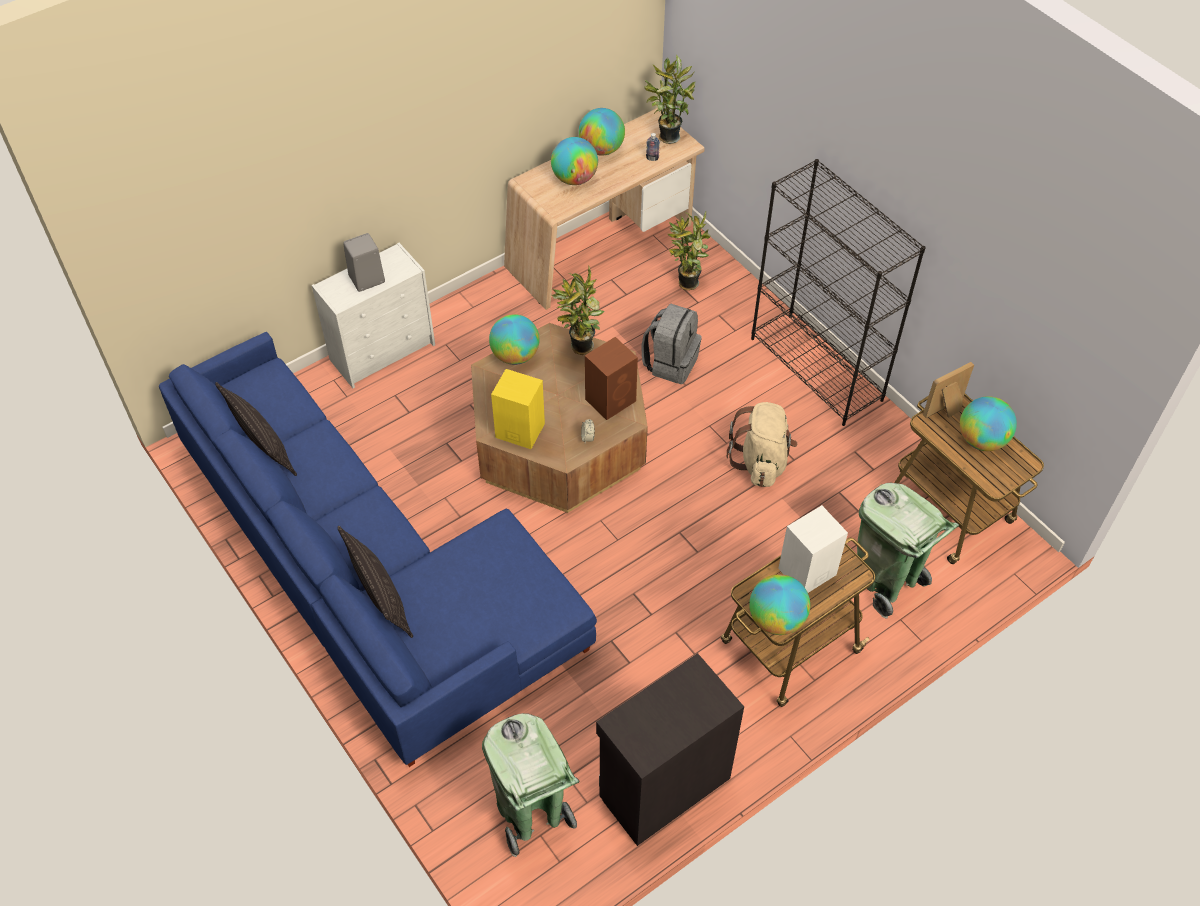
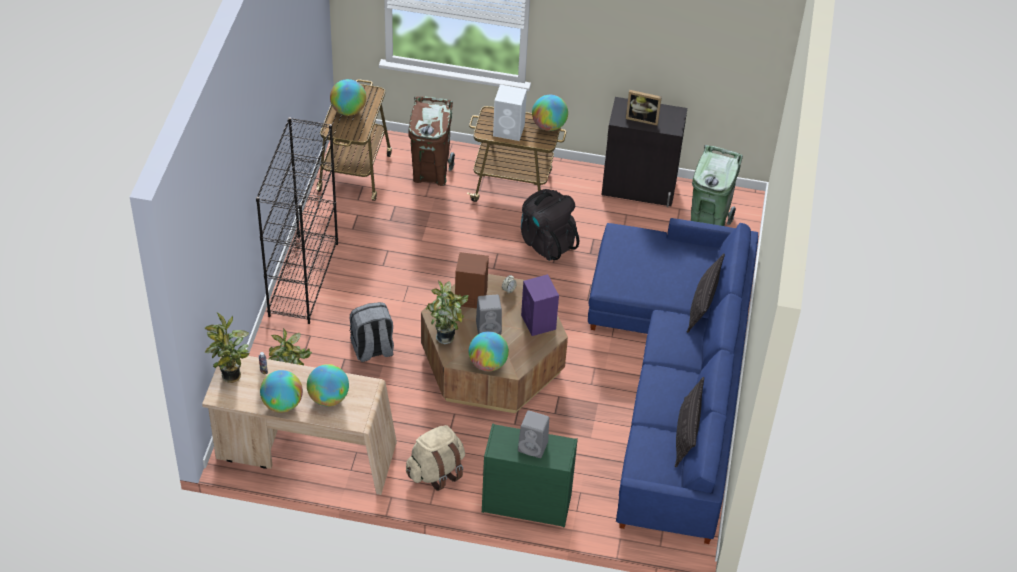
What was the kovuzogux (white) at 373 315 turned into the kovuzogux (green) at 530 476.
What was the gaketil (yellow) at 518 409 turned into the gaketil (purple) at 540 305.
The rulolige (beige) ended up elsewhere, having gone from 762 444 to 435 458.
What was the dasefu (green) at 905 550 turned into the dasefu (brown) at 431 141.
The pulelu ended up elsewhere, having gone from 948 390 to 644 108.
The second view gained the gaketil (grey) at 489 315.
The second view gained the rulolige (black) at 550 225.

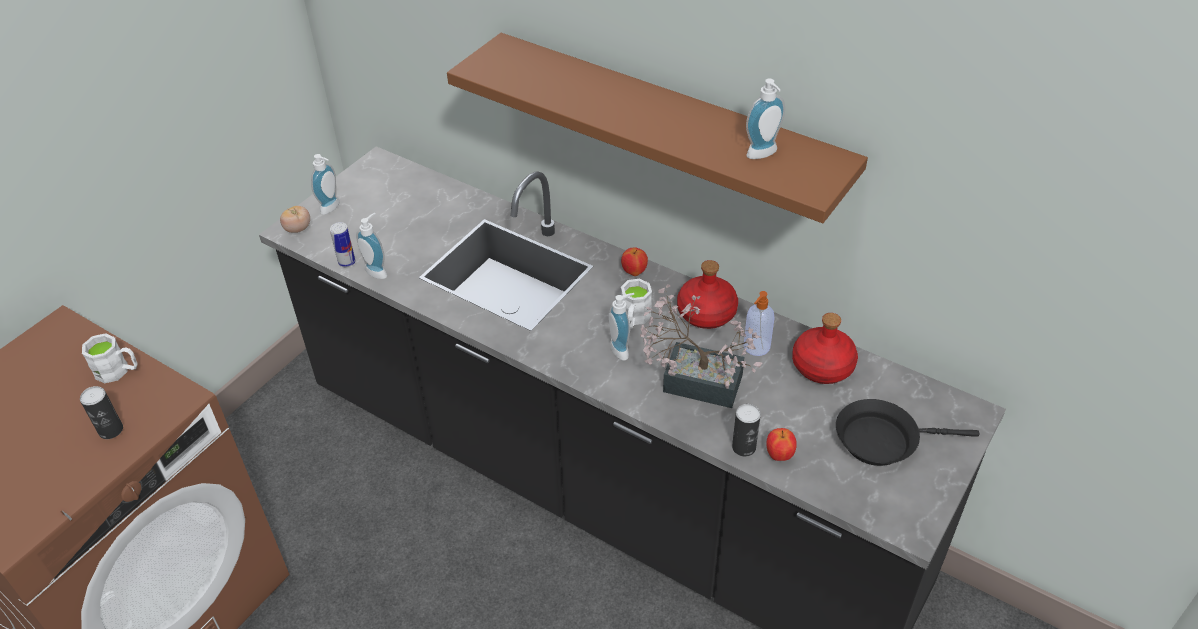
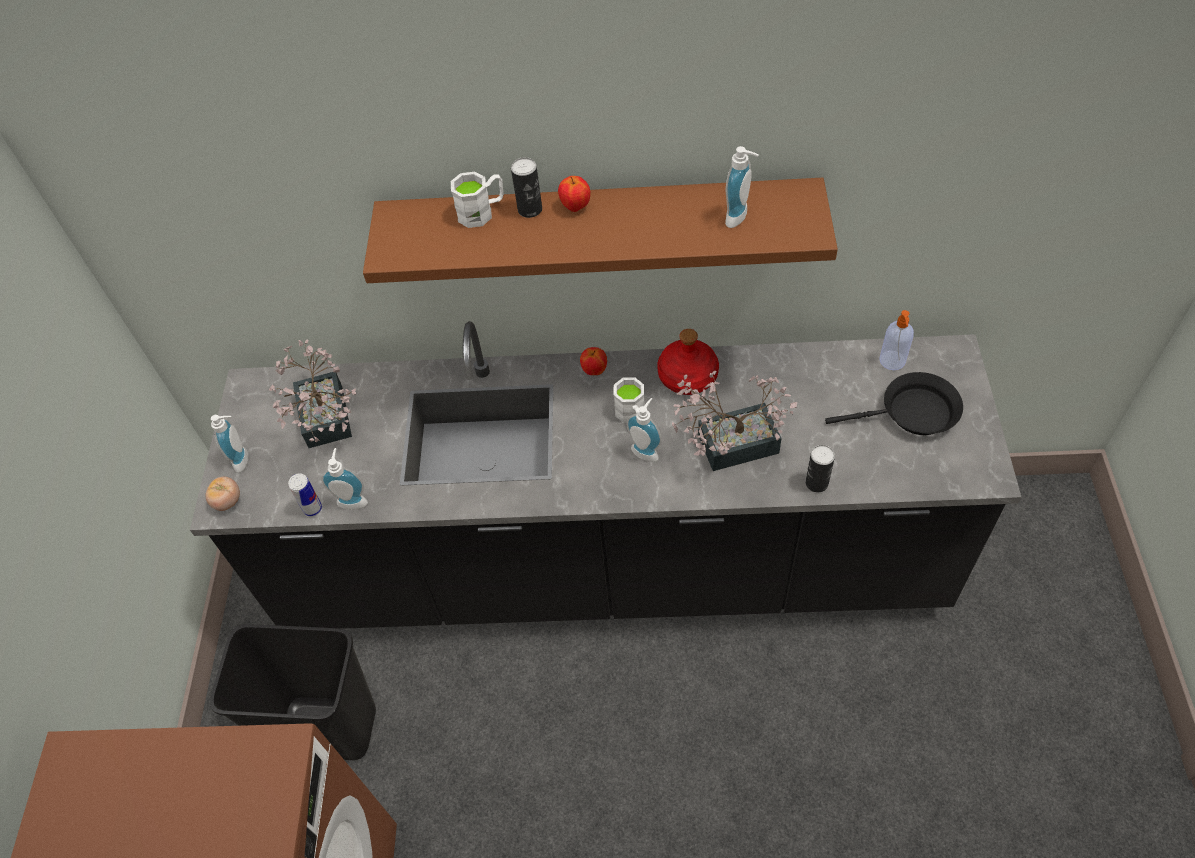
The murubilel ended up elsewhere, having gone from 101 412 to 526 187.
The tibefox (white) ended up elsewhere, having gone from 110 358 to 477 200.
The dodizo ended up elsewhere, having gone from 759 323 to 896 340.
The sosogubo ended up elsewhere, having gone from 782 444 to 574 194.
The second view lost the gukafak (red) at 825 348.
The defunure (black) at 907 432 ended up facing another way, 150 degrees counterclockwise from before.
The second view gained the dasefu (black) at 293 692.
The second view gained the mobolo at 312 393.

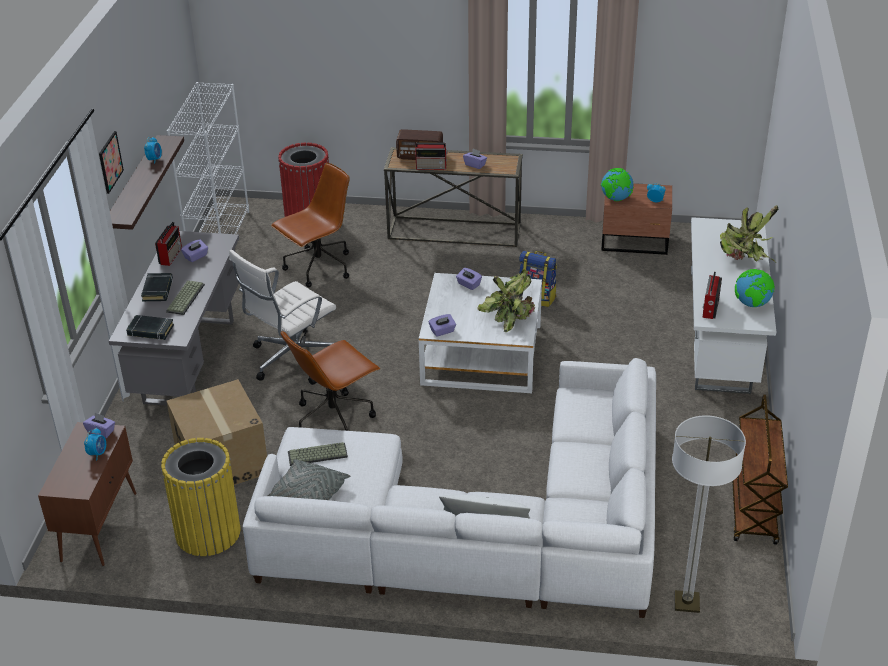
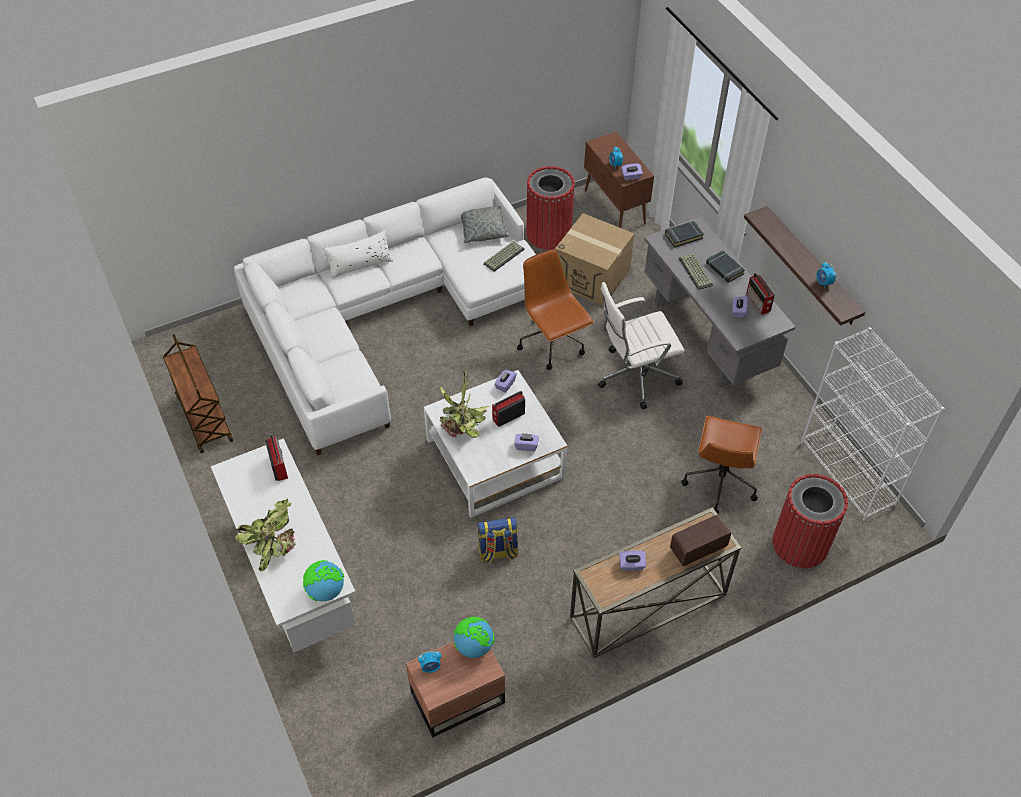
The second view lost the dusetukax at 111 162.
What was the dasefu (yellow) at 200 497 turned into the dasefu (red) at 550 208.
The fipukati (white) at 282 317 ended up facing another way, 120 degrees counterclockwise from before.
The fipukati (brown) at 330 380 ended up facing another way, 45 degrees counterclockwise from before.
The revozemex ended up elsewhere, having gone from 431 156 to 508 409.
The second view lost the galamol at 709 514.
The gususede ended up elsewhere, having gone from 755 288 to 323 580.

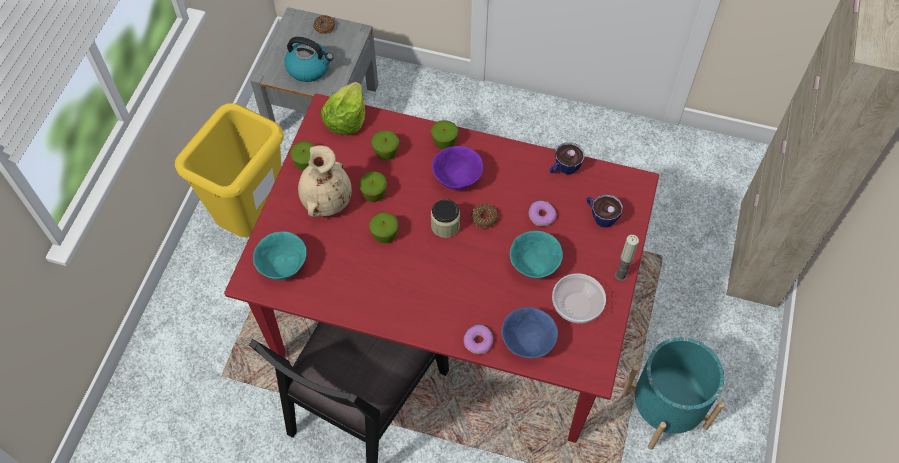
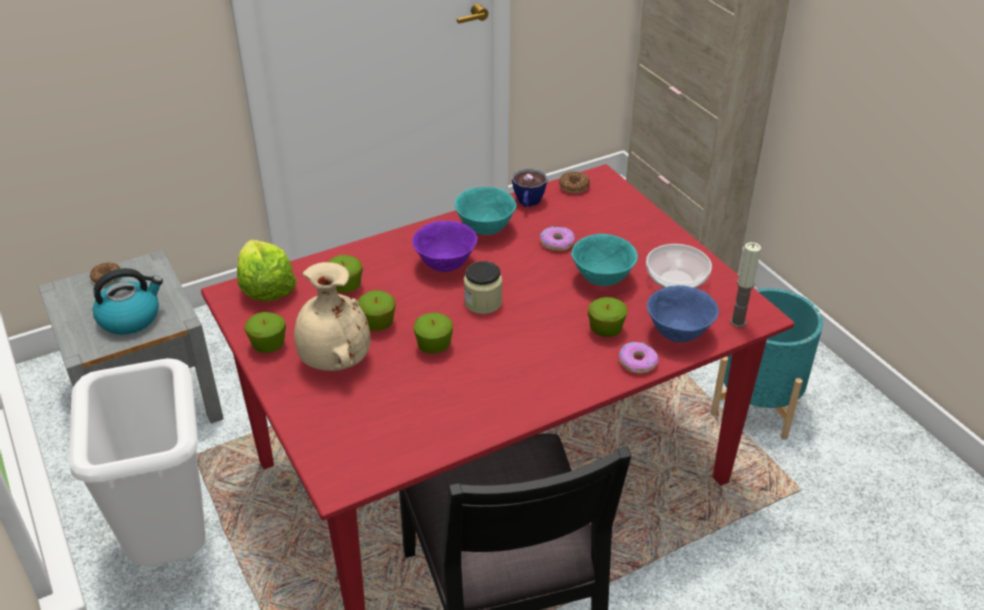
What was the dasefu (yellow) at 229 170 turned into the dasefu (white) at 137 462.
The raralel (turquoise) ended up elsewhere, having gone from 280 255 to 485 211.
The sosogubo ended up elsewhere, having gone from 445 134 to 608 317.
The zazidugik ended up elsewhere, having gone from 485 216 to 574 182.
The second view lost the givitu at 605 211.
The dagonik ended up elsewhere, having gone from 627 258 to 745 285.

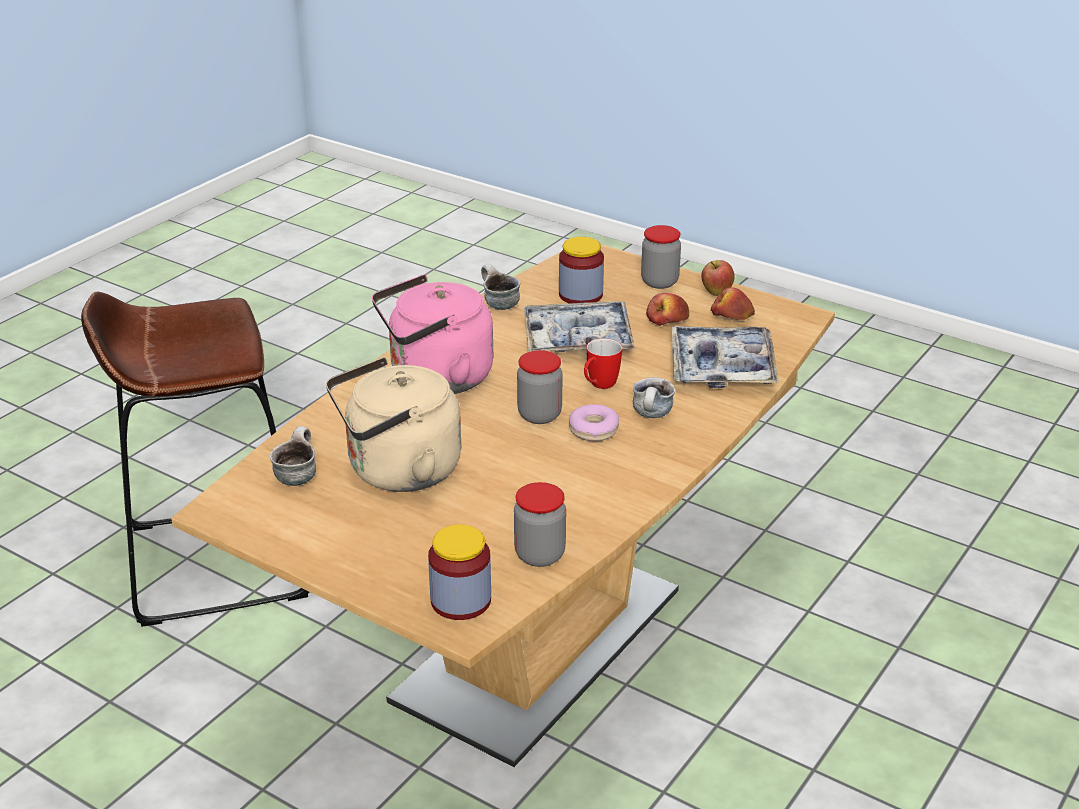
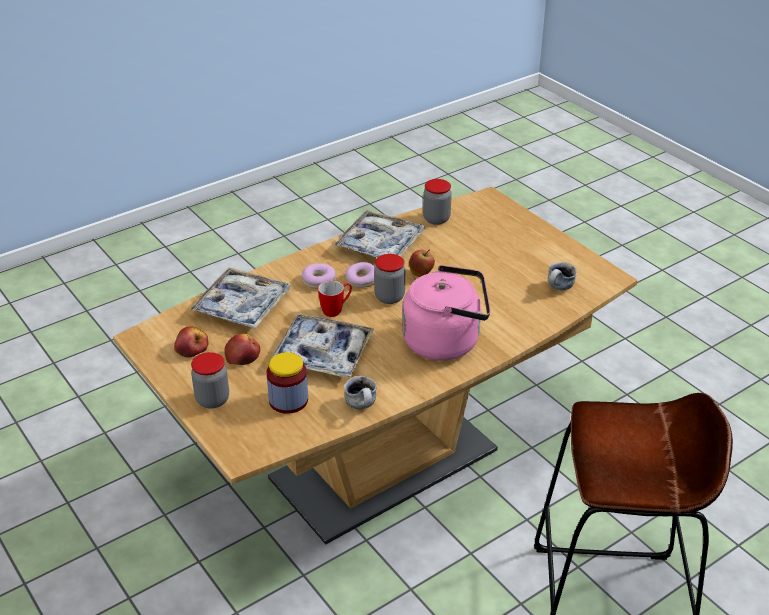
The second view lost the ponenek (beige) at 393 424.
The second view lost the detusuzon at 459 572.
Where the tibefox stood at 654 397, the zazidugik came to stand at 318 276.
The sosogubo ended up elsewhere, having gone from 718 278 to 422 263.
The second view gained the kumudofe at 379 233.

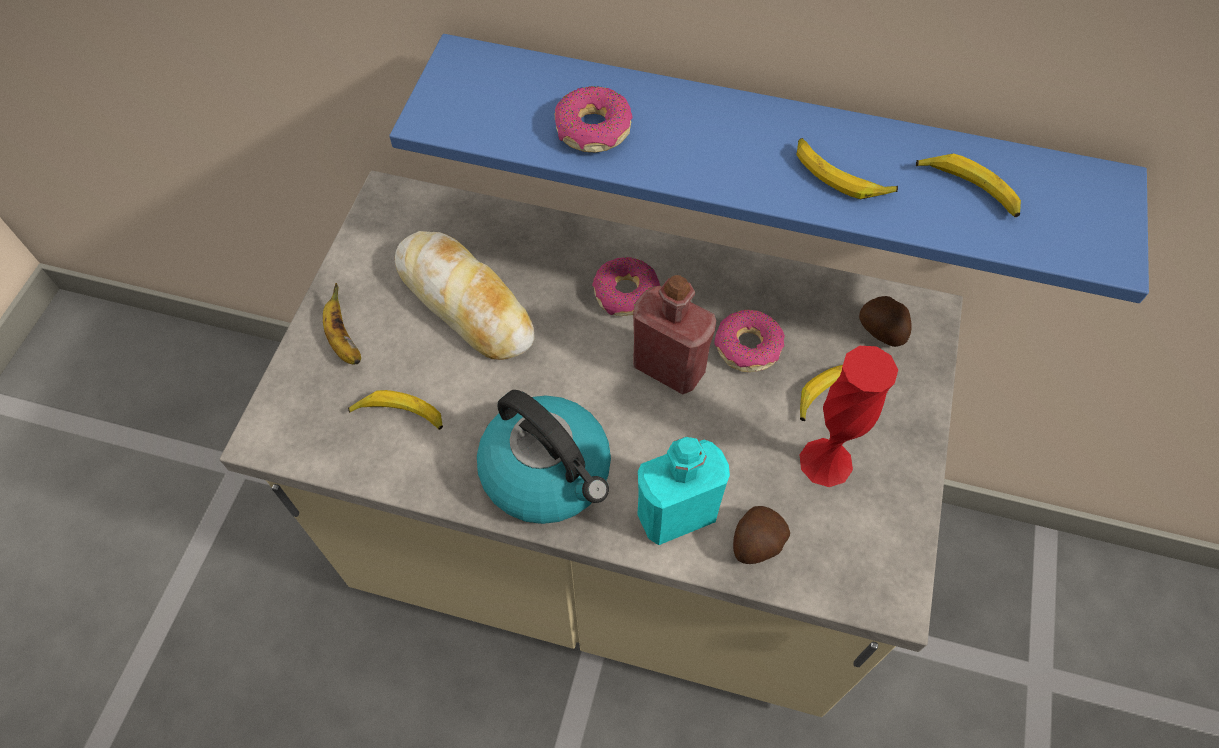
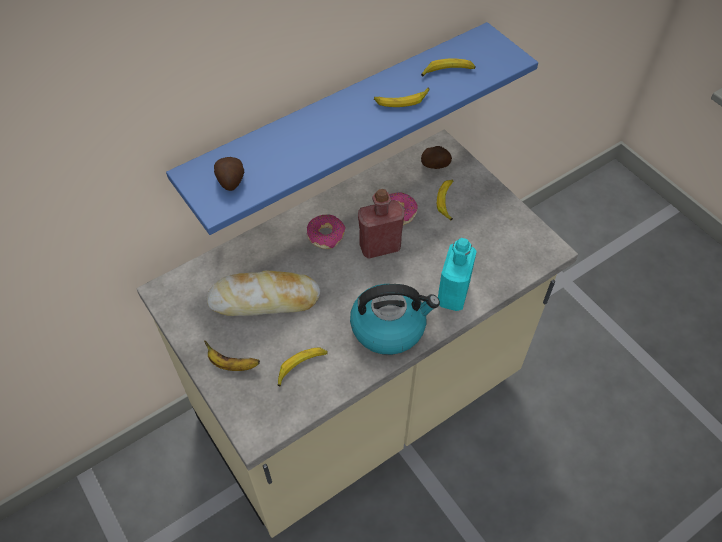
The second view lost the zazidugik at 593 119.
The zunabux ended up elsewhere, having gone from 761 535 to 229 174.
The second view lost the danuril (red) at 848 416.

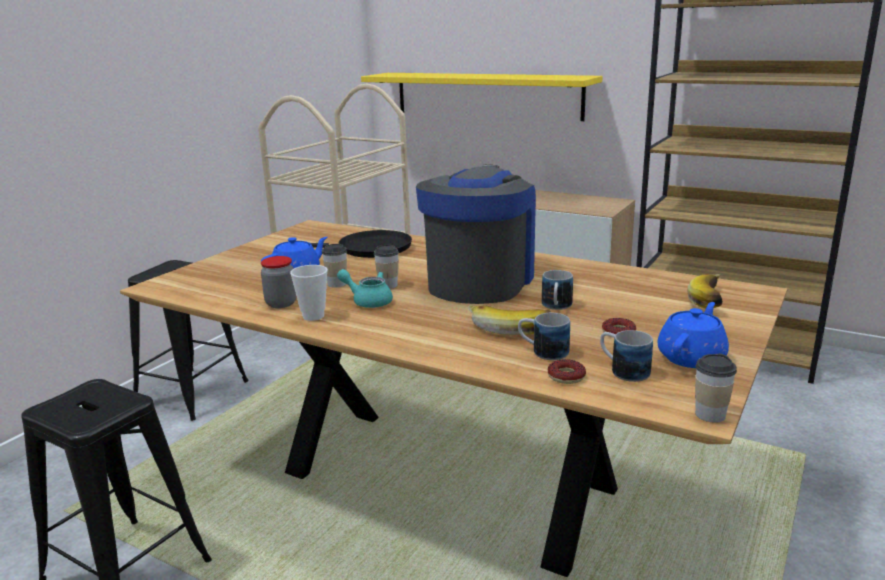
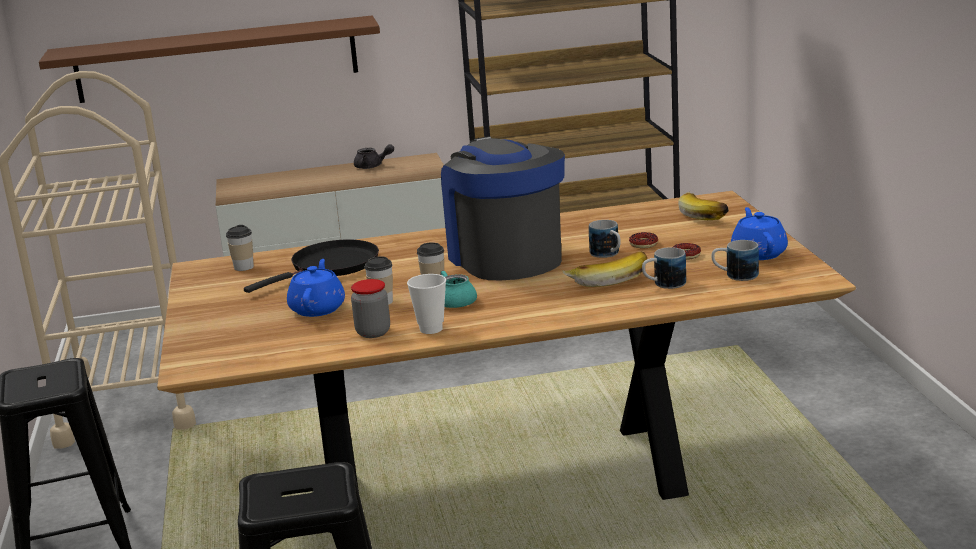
What was the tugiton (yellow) at 482 97 turned into the tugiton (brown) at 209 59.
The zazidugik ended up elsewhere, having gone from 567 371 to 643 240.
The givitu ended up elsewhere, having gone from 716 388 to 240 248.
The second view gained the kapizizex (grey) at 374 156.

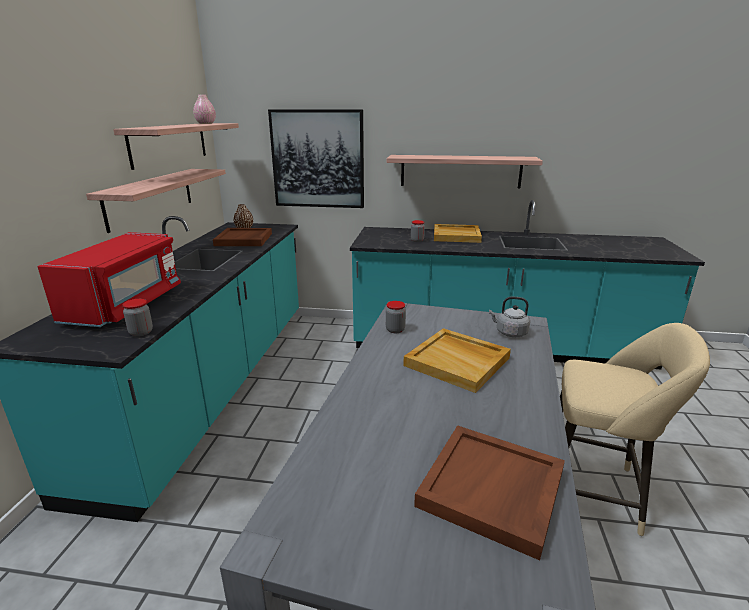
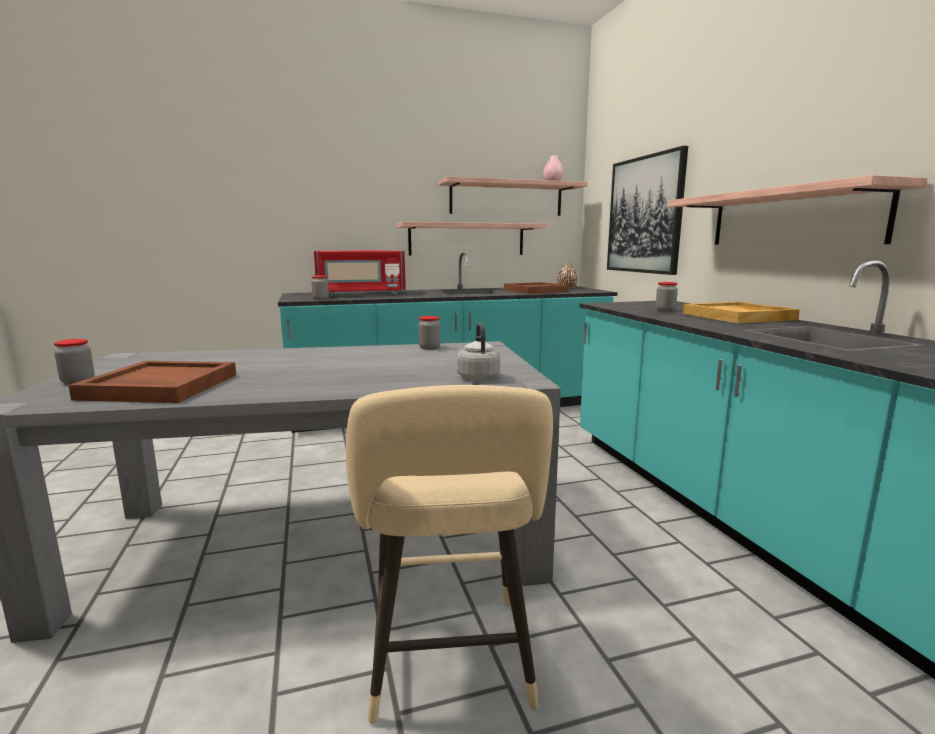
The second view lost the kumudofe (beige) at 457 360.
The second view gained the detusuzon at 74 362.

